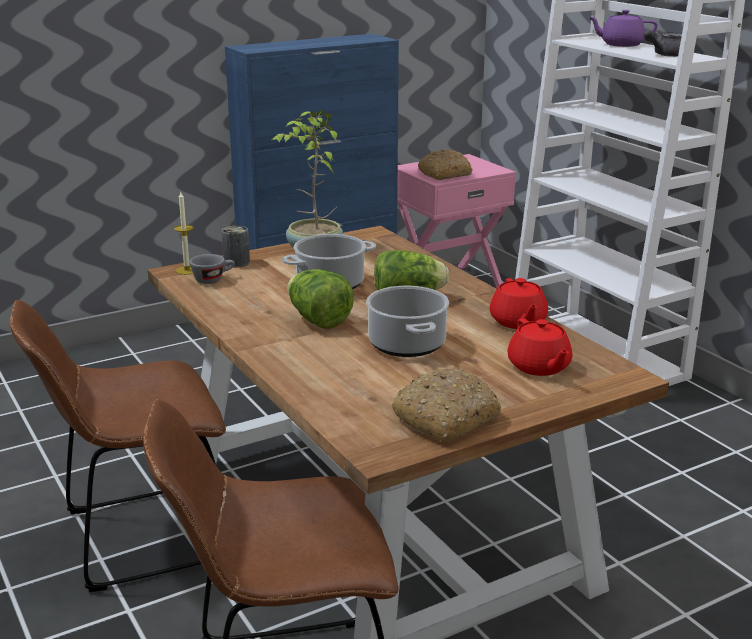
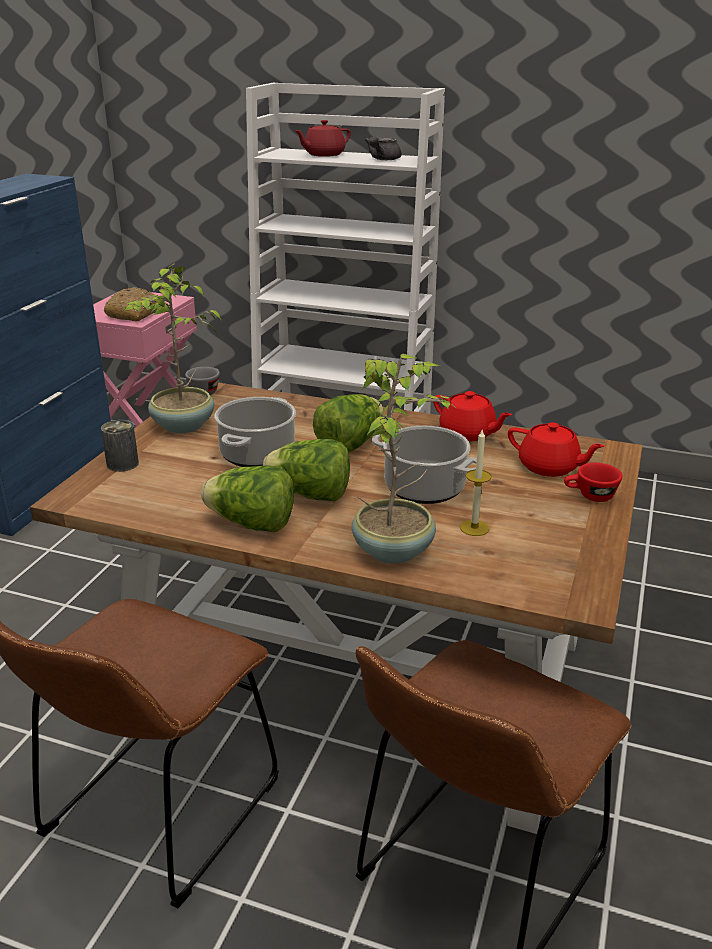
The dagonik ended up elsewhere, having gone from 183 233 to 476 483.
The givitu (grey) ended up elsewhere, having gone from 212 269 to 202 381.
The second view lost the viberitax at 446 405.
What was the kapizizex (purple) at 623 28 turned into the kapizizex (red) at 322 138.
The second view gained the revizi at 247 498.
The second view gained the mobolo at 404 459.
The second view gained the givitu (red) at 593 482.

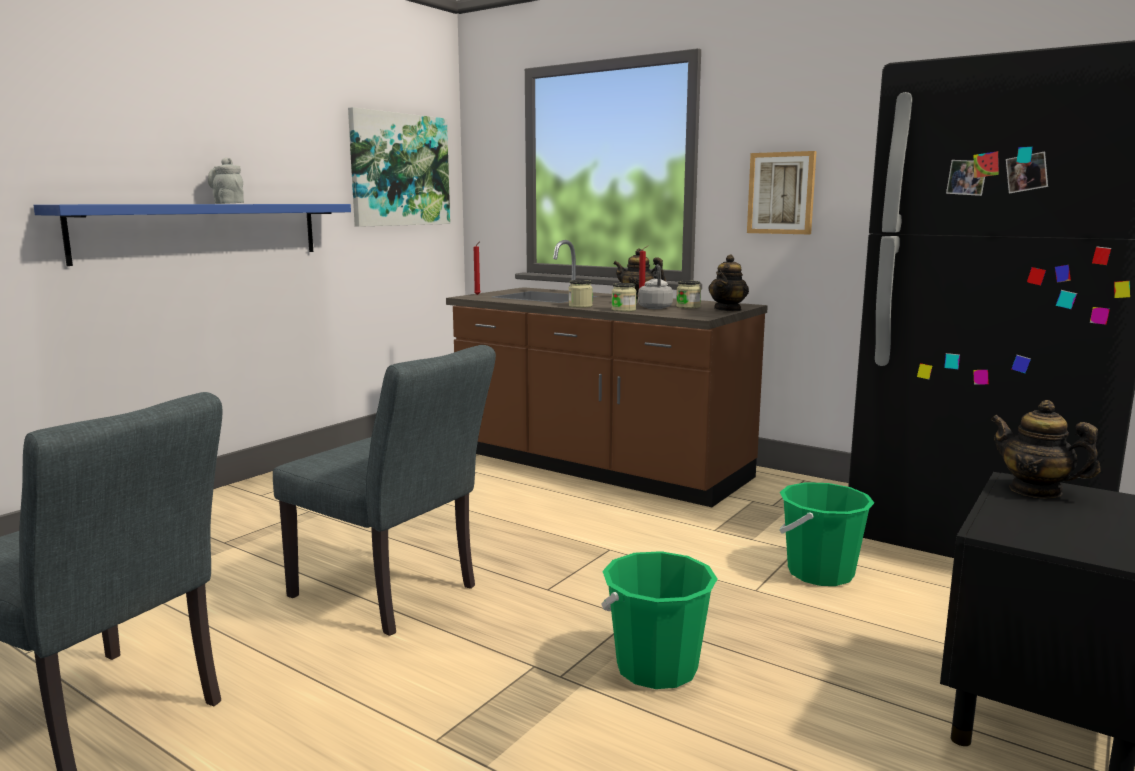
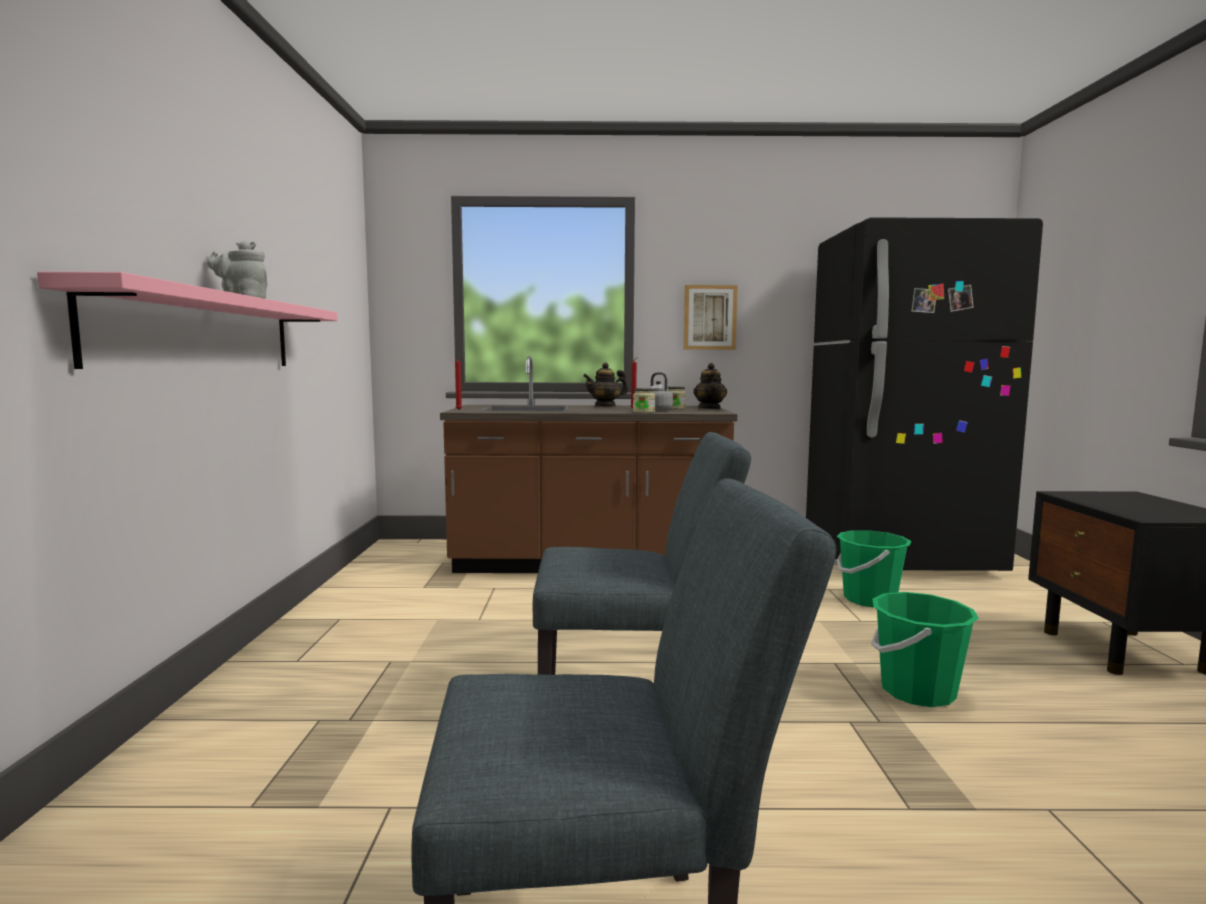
What was the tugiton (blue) at 192 235 turned into the tugiton (pink) at 187 320.
The second view lost the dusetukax at 399 167.
The second view lost the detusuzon at 581 294.
The second view lost the kapizizex at 1045 449.

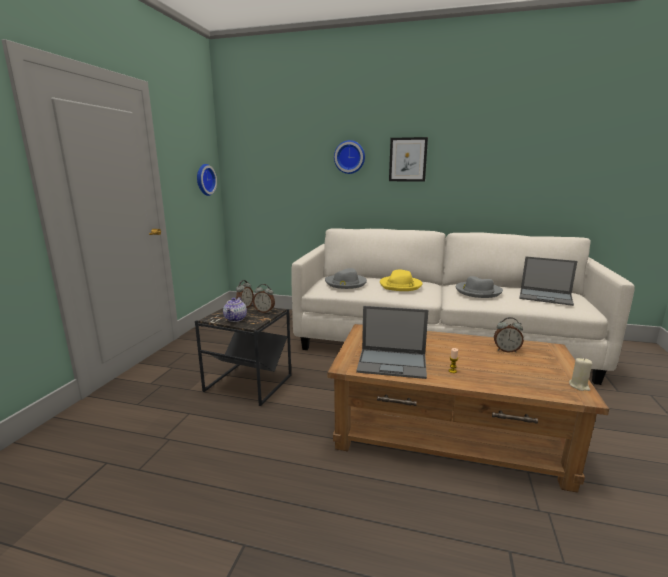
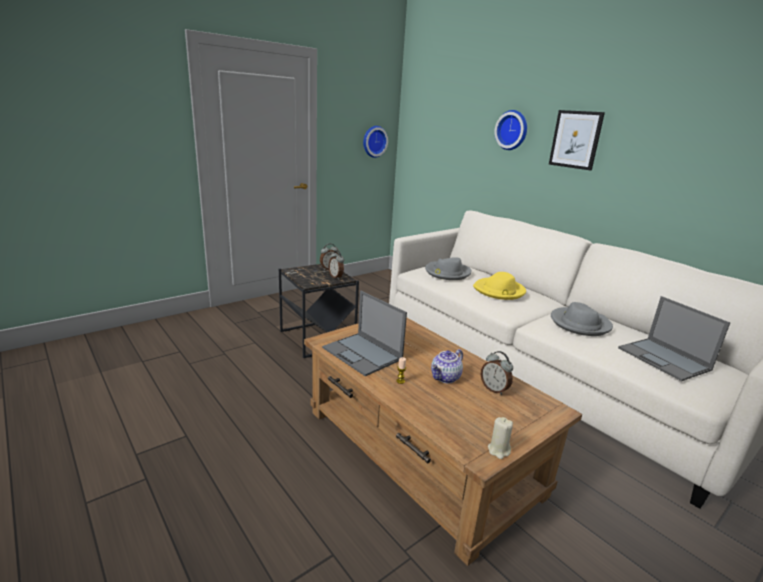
The kapizizex ended up elsewhere, having gone from 235 309 to 447 366.

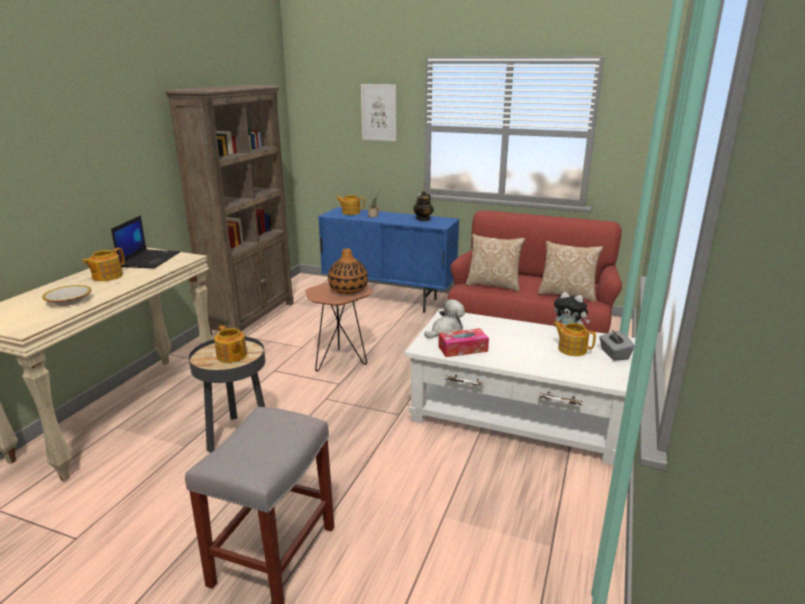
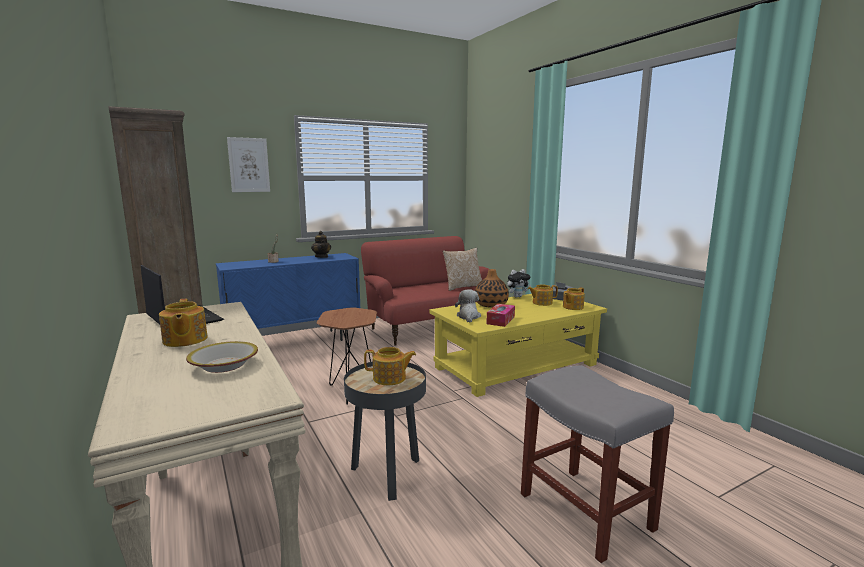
The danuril ended up elsewhere, having gone from 348 271 to 492 288.
The kapizizex ended up elsewhere, having gone from 350 205 to 574 298.
What was the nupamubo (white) at 520 387 turned into the nupamubo (yellow) at 518 345.
The second view lost the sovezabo at 495 262.

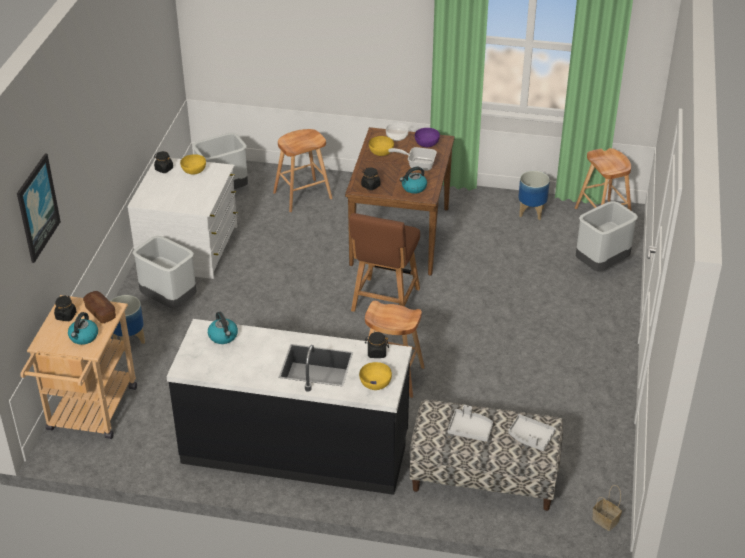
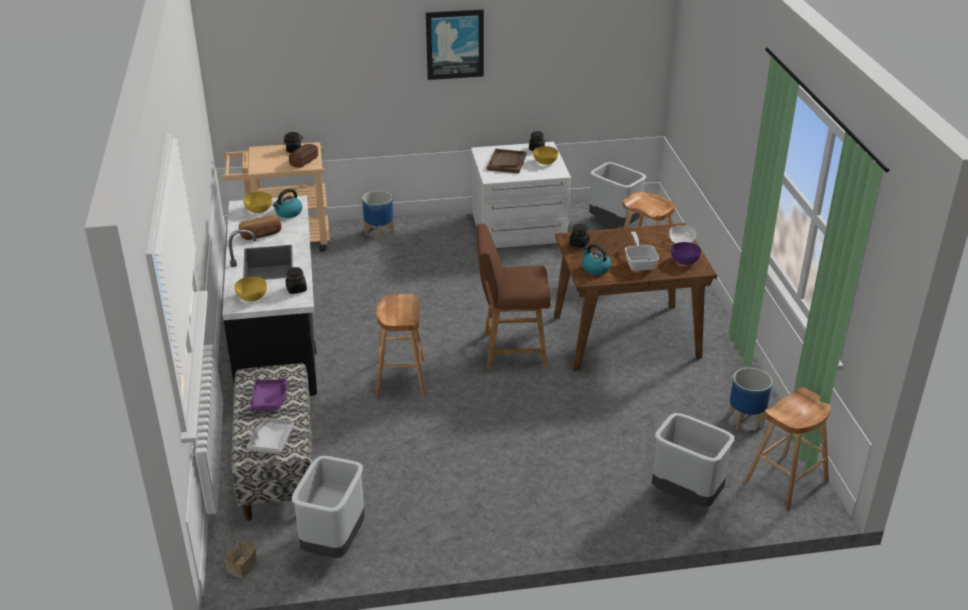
The dusetukax ended up elsewhere, having gone from 39 208 to 455 44.
The second view lost the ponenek at 83 328.
The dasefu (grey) ended up elsewhere, having gone from 165 272 to 328 507.
The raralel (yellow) ended up elsewhere, having gone from 381 146 to 257 202.
What was the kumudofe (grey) at 470 423 turned into the kumudofe (purple) at 269 394.
The second view gained the viberitax at 260 227.
The second view gained the kumudofe (brown) at 507 161.

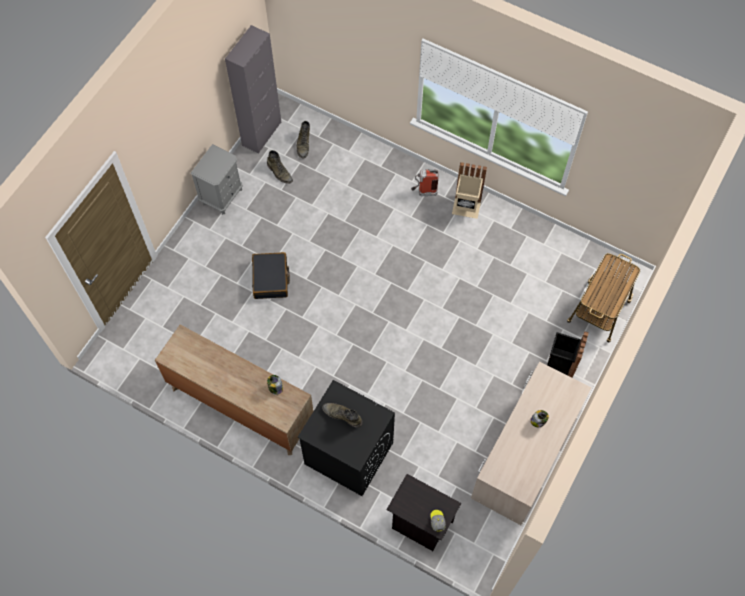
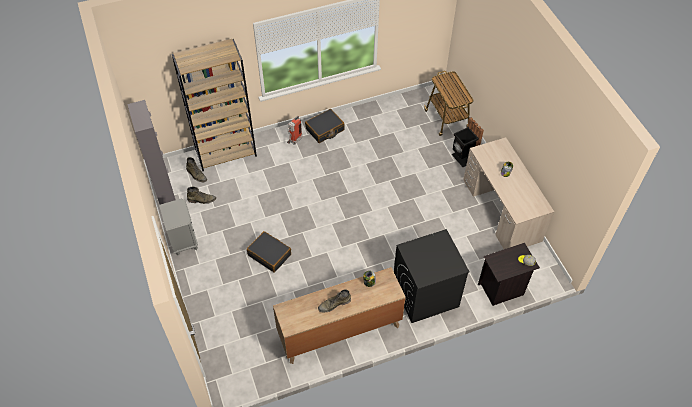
The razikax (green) ended up elsewhere, having gone from 342 415 to 334 301.
Where the dasefu (beige) stood at 469 190, the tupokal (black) came to stand at 324 126.
The second view gained the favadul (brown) at 214 105.

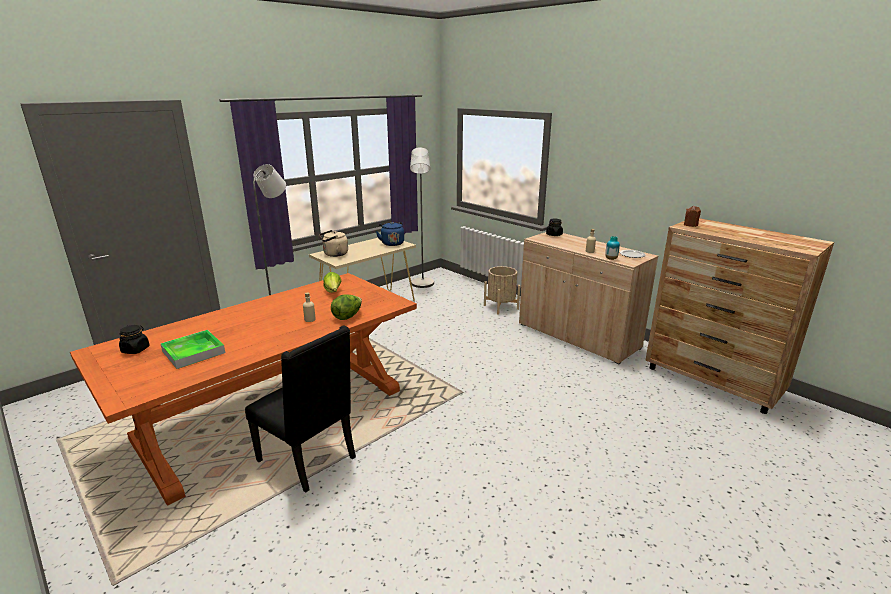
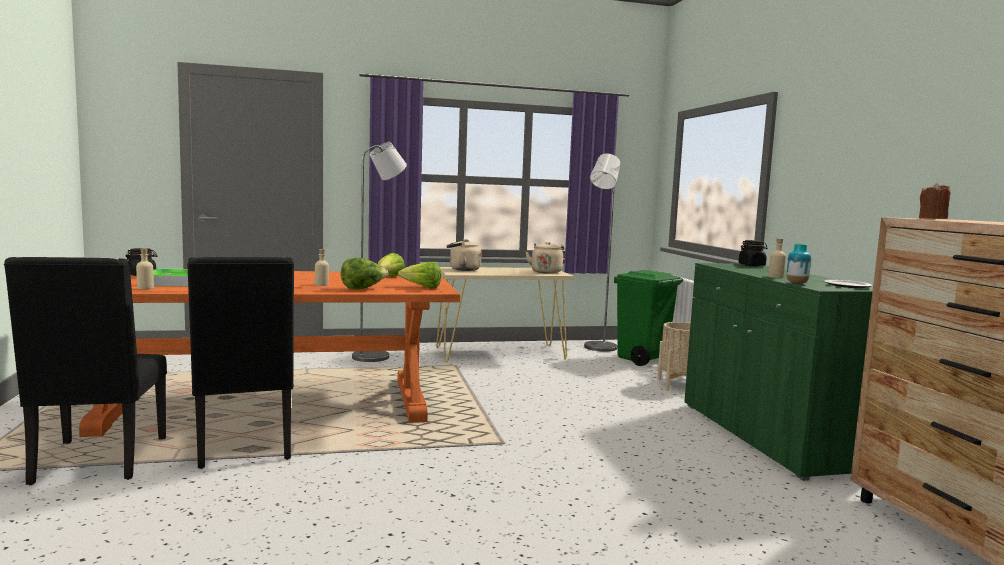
What was the ponenek (blue) at 390 234 turned into the ponenek (beige) at 545 258.
What was the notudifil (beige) at 588 298 turned into the notudifil (green) at 778 372.
The second view gained the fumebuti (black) at 85 371.
The second view gained the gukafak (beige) at 145 269.
The second view gained the revizi at 419 275.
The second view gained the dasefu (green) at 648 318.

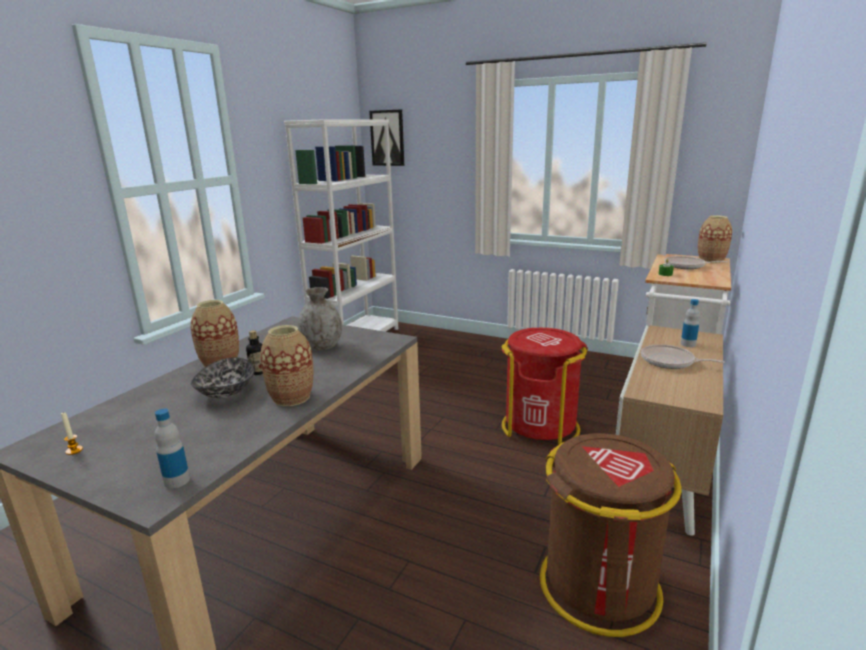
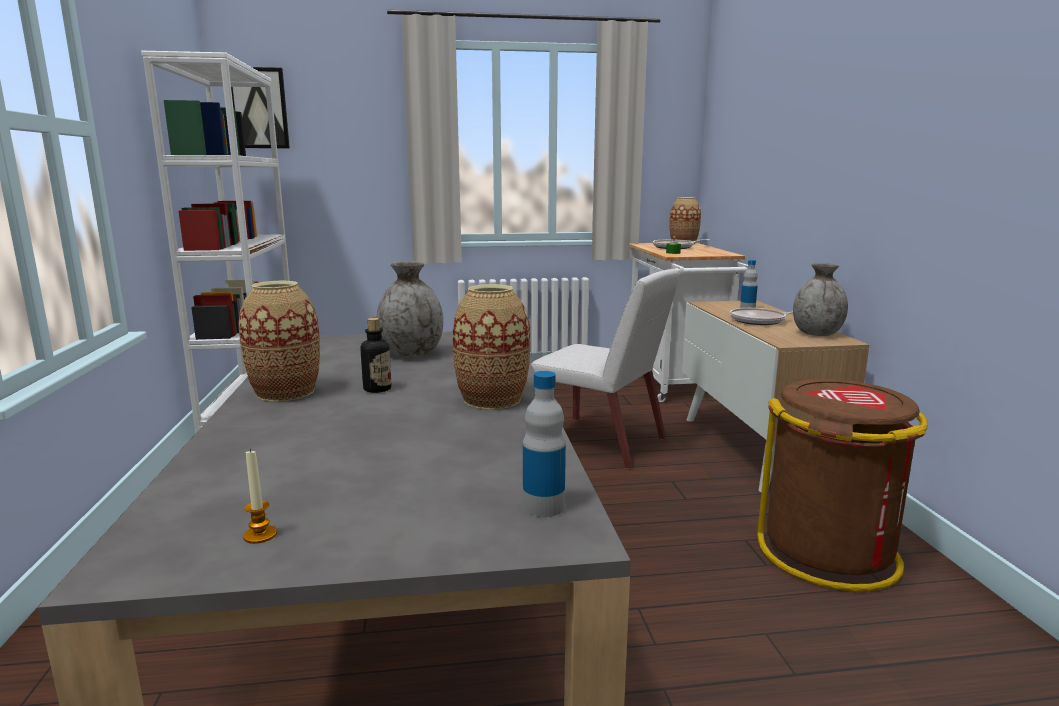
The second view lost the raralel at 223 378.
Where the dasefu (red) stood at 544 386, the fumebuti (white) came to stand at 605 369.
The second view gained the danuril (grey) at 820 299.

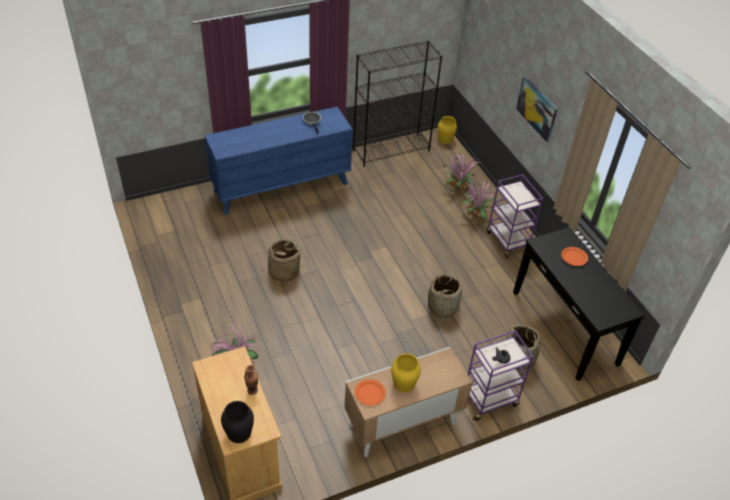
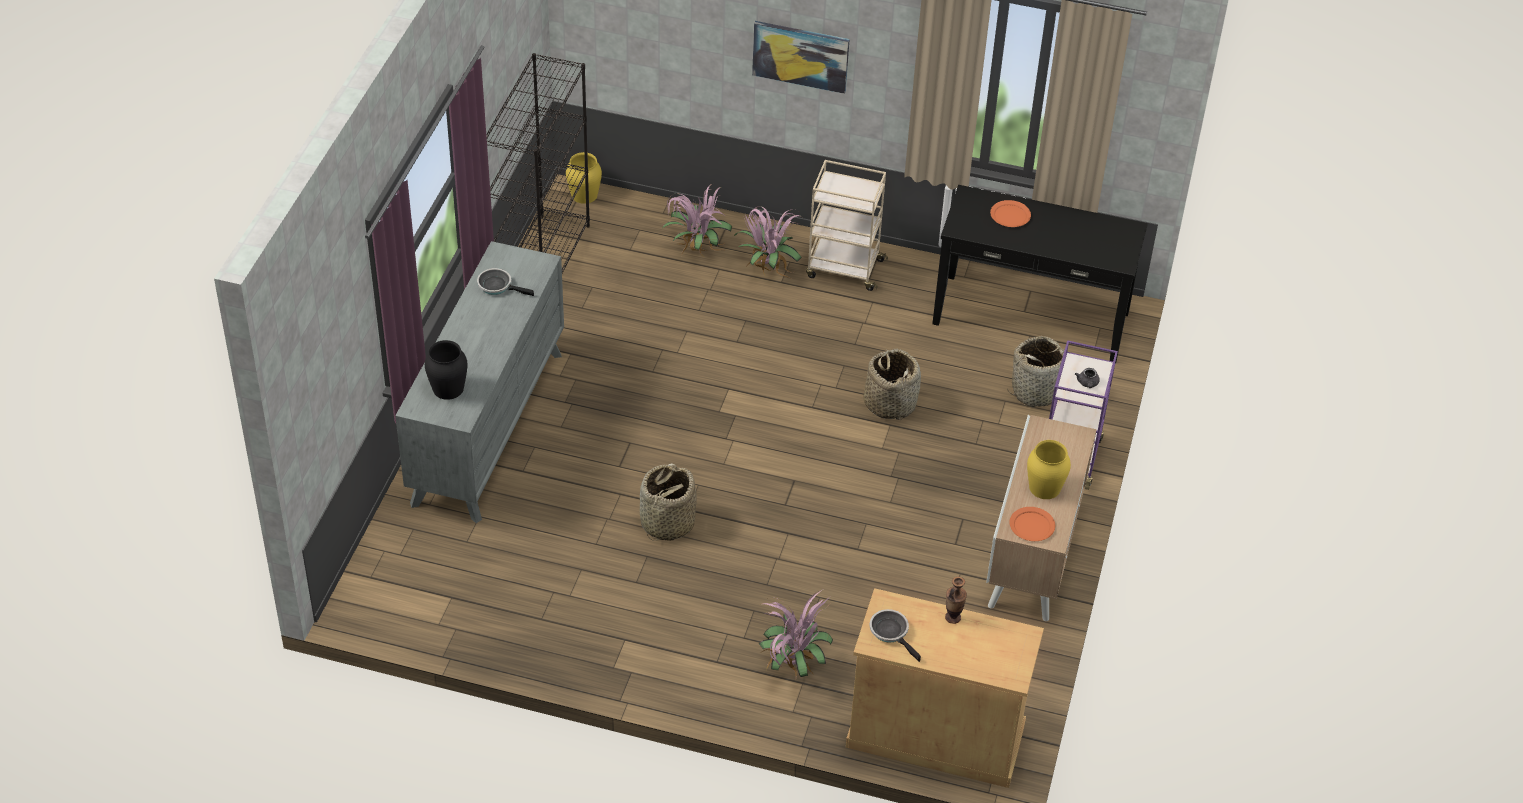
What was the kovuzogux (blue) at 279 161 turned into the kovuzogux (grey) at 479 382.
The danuril (black) ended up elsewhere, having gone from 237 422 to 446 370.
What was the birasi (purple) at 515 216 turned into the birasi (beige) at 847 225.
The second view gained the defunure at 895 635.

